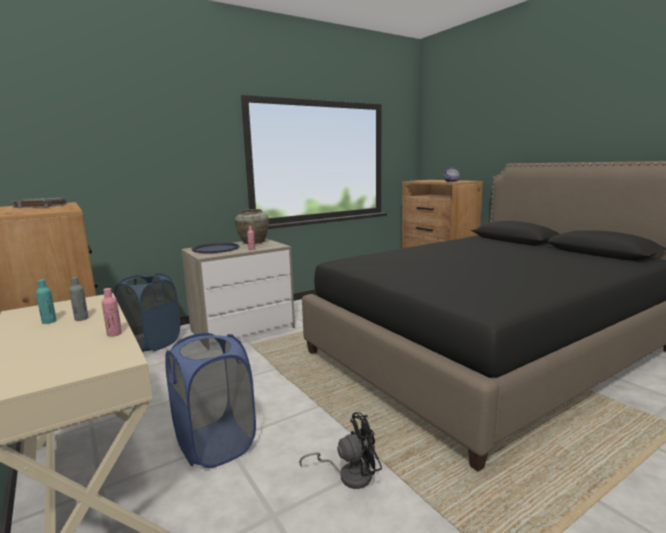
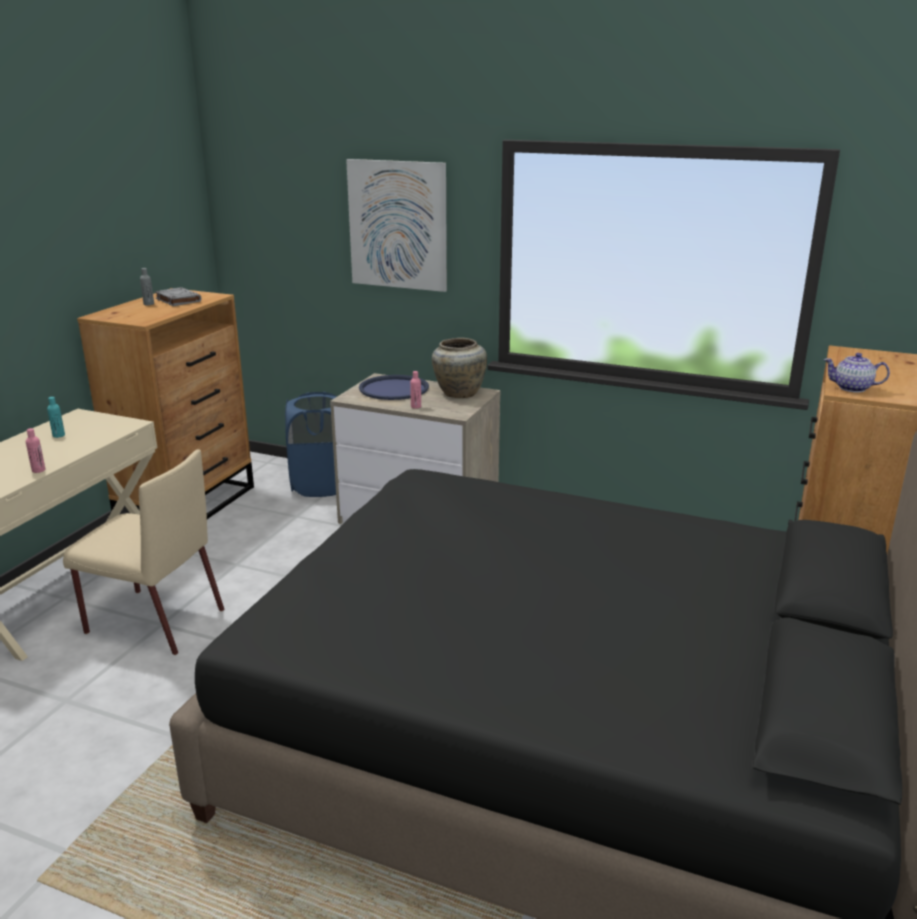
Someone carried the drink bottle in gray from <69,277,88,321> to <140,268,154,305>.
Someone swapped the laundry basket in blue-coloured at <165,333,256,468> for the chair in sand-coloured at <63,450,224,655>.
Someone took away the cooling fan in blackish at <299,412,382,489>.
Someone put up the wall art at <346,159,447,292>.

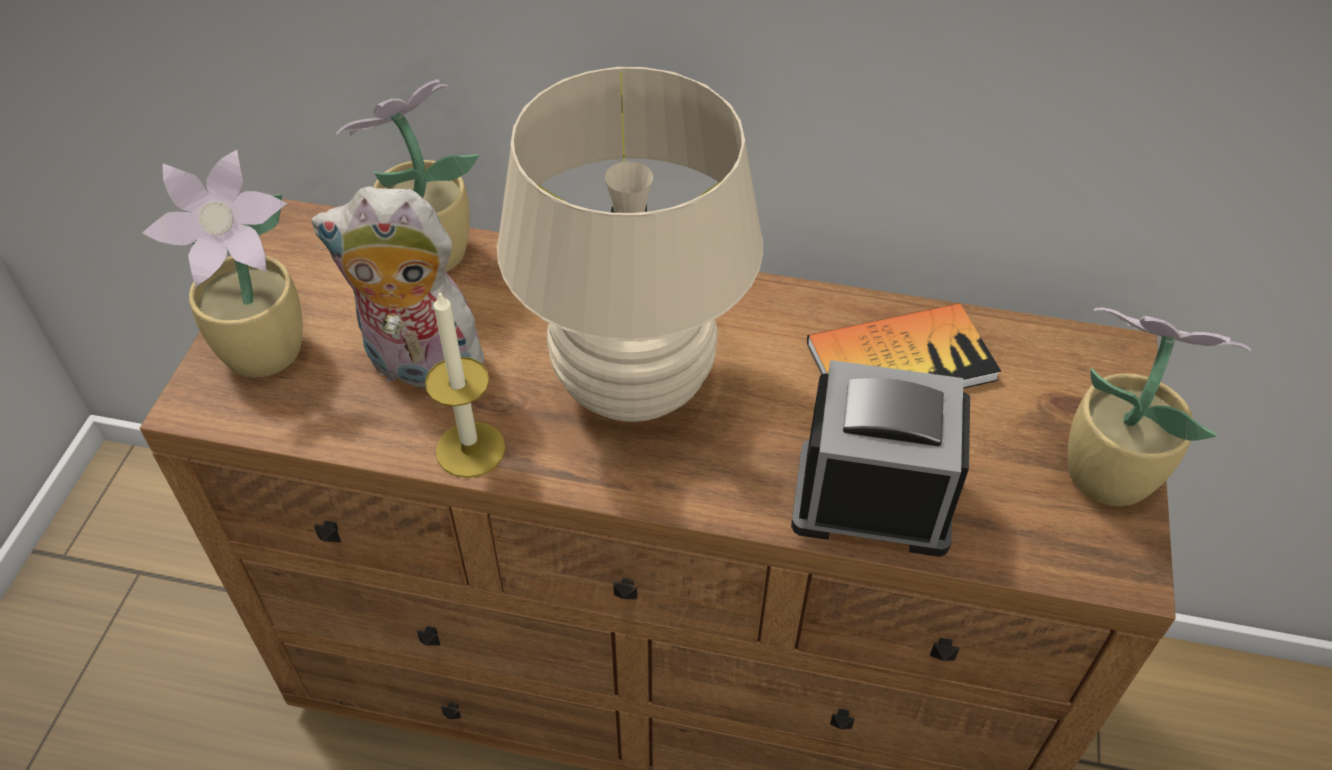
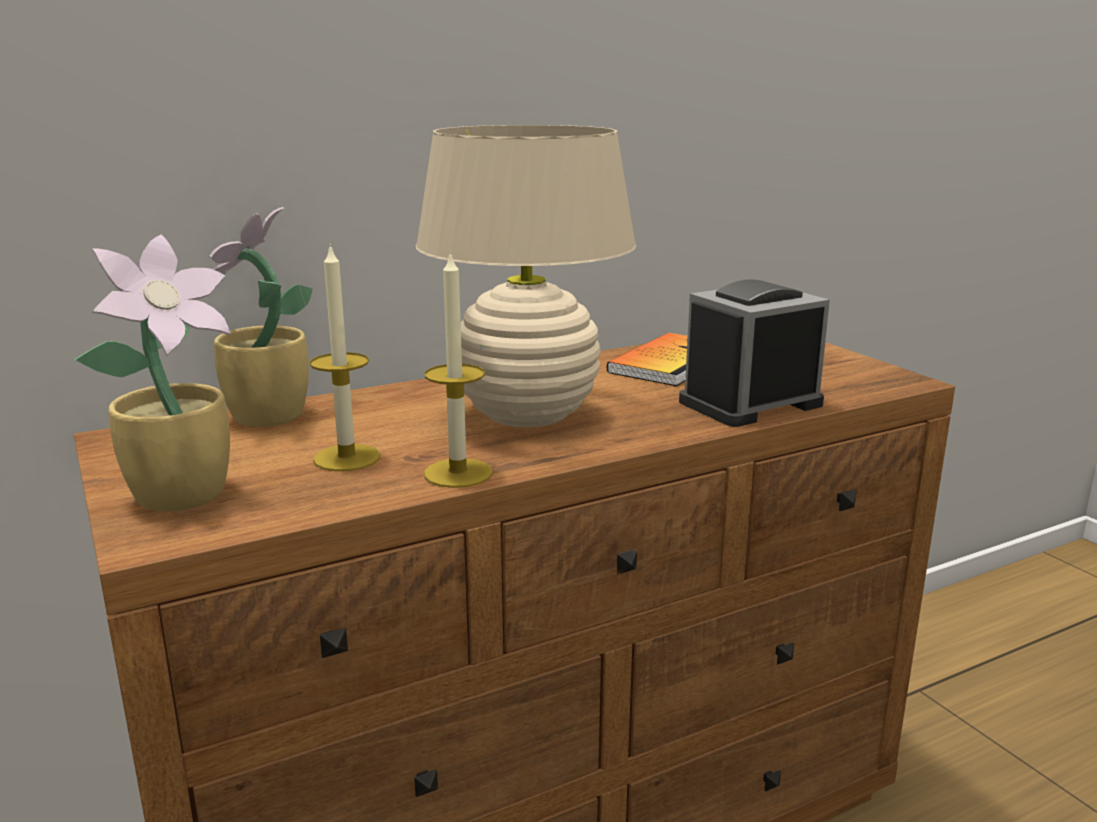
Someone swapped the cuddly toy at <311,186,495,398> for the candle at <309,243,381,471>.
Someone took away the potted plant at <1068,307,1251,506>.

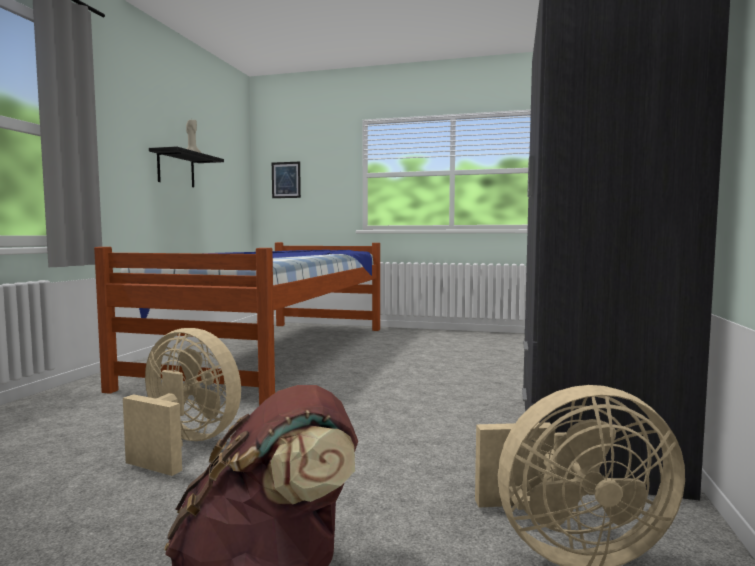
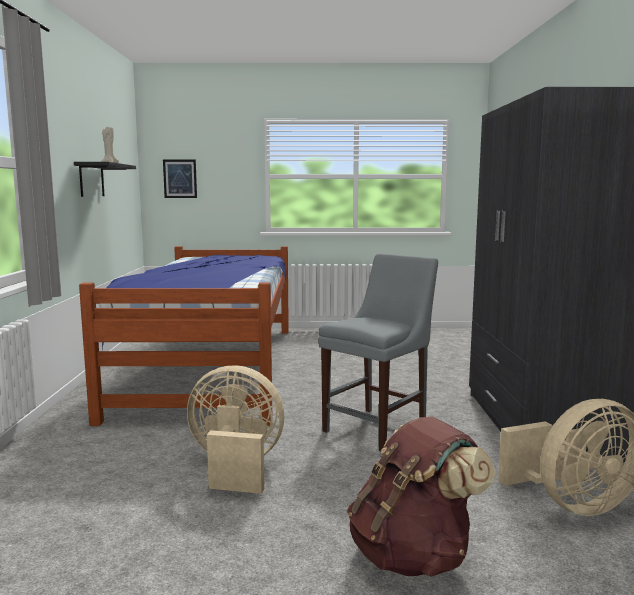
Someone put down the chair in gray at <318,253,438,451>.

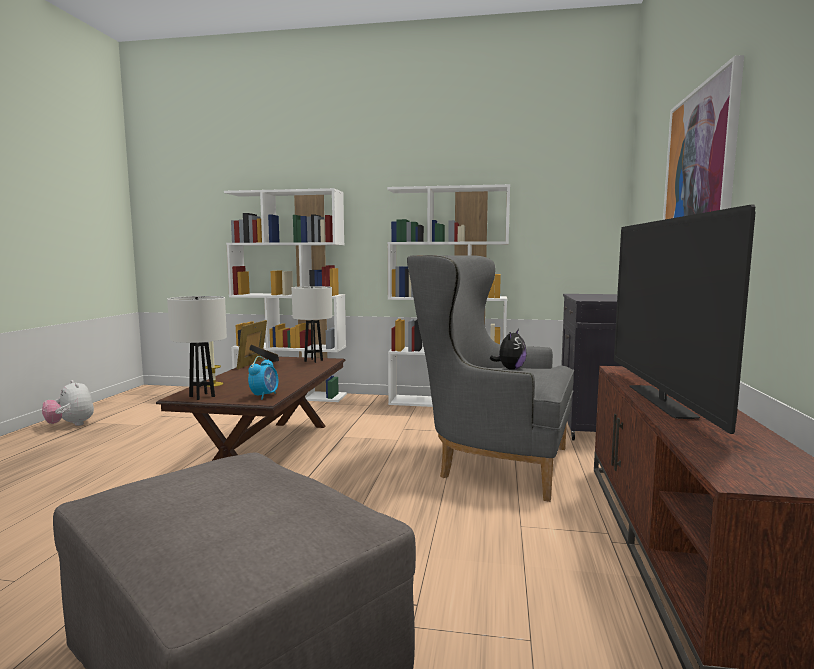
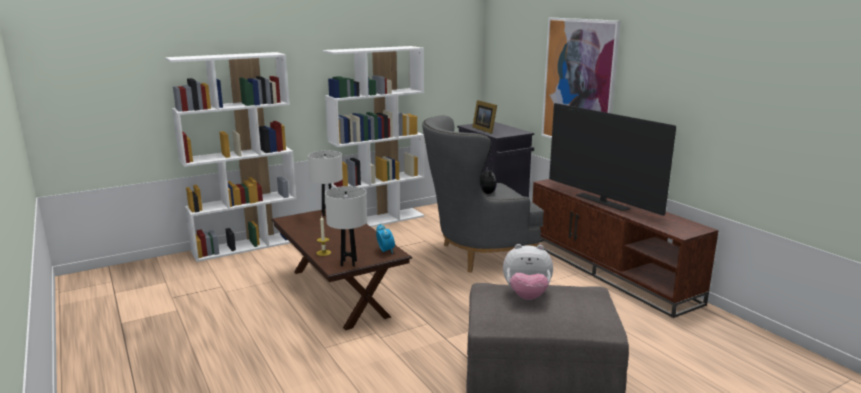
Someone carried the cuddly toy from <42,380,94,426> to <503,244,553,300>.
Someone carried the photo frame from <237,320,279,369> to <472,100,497,134>.

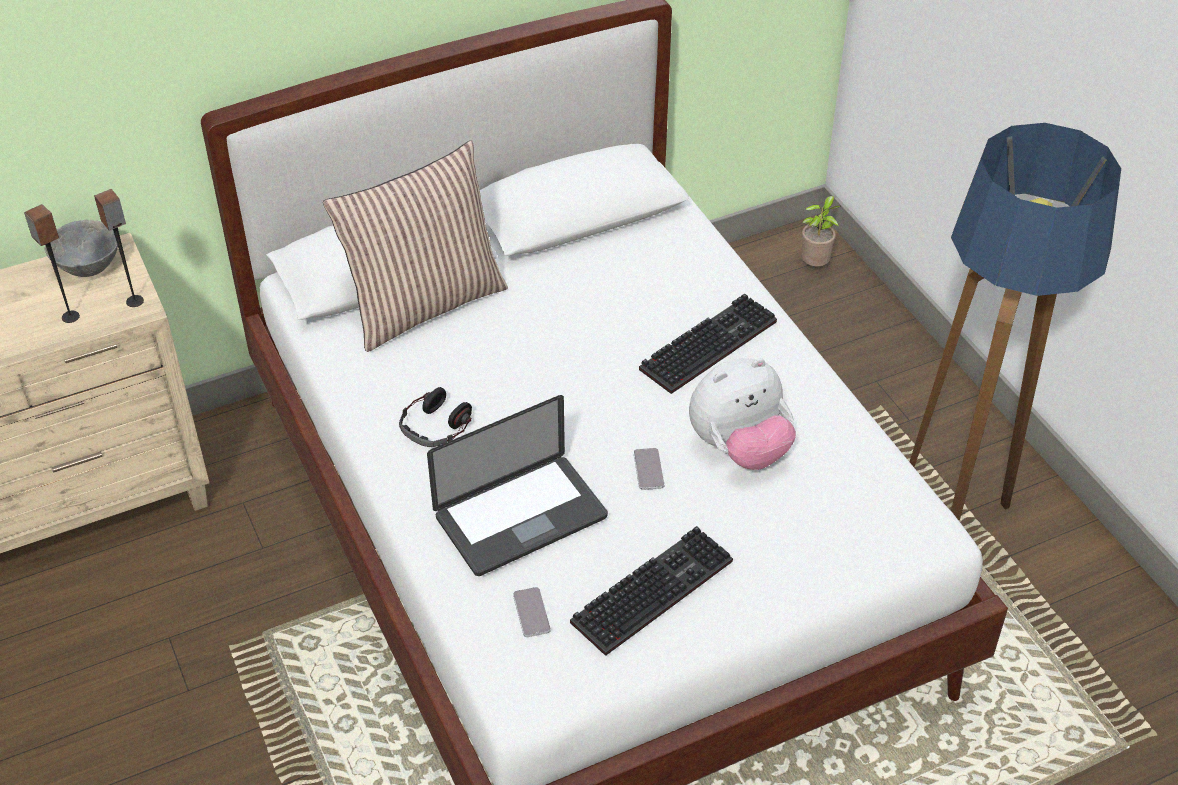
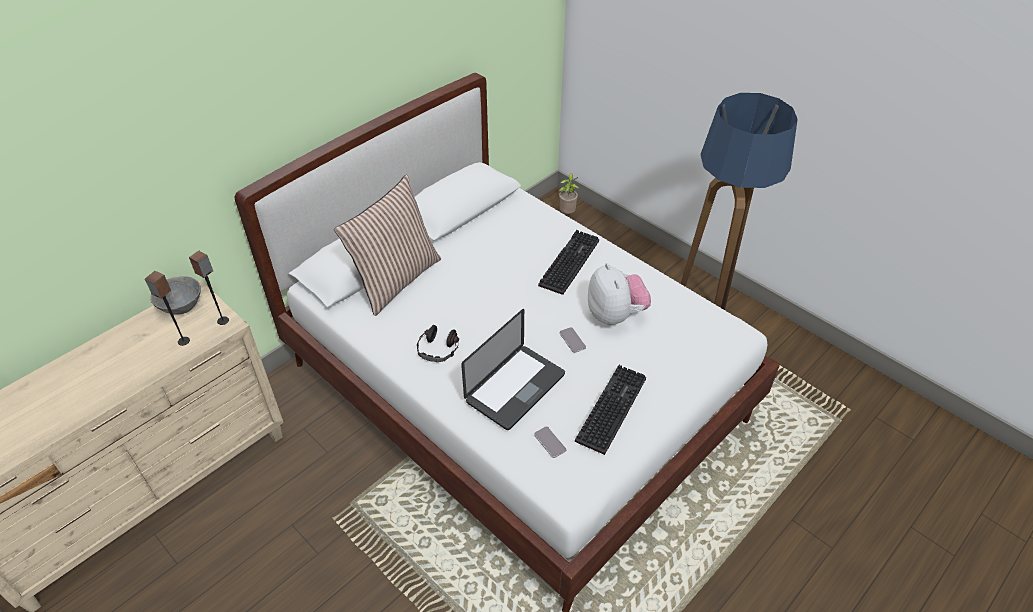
Someone rotated the cuddly toy at <689,358,796,470> by 60 degrees counterclockwise.

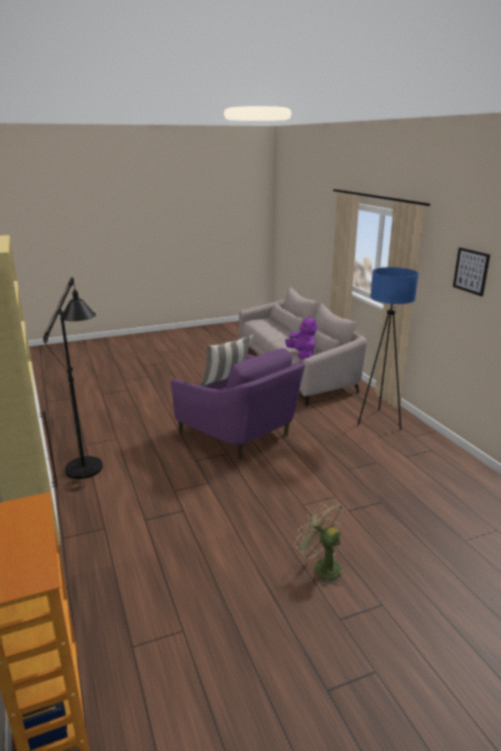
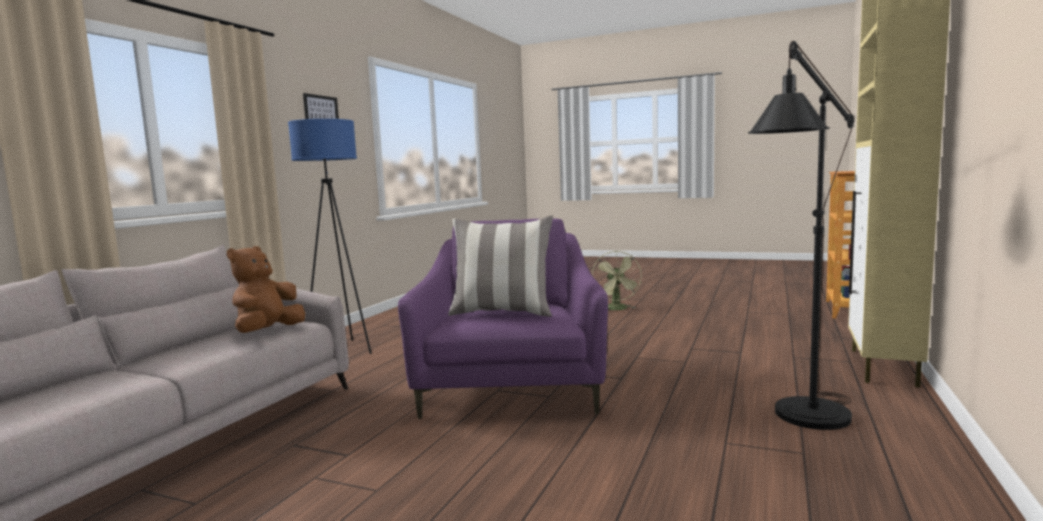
Someone repainted the cuddly toy in purplish at <285,316,317,360>, which became the cuddly toy in brown-coloured at <227,246,305,333>.

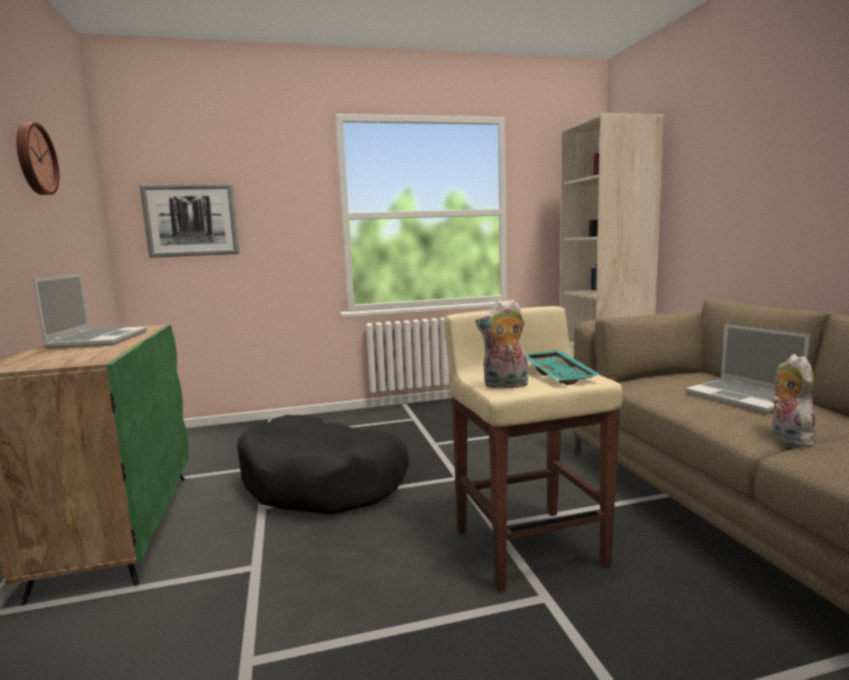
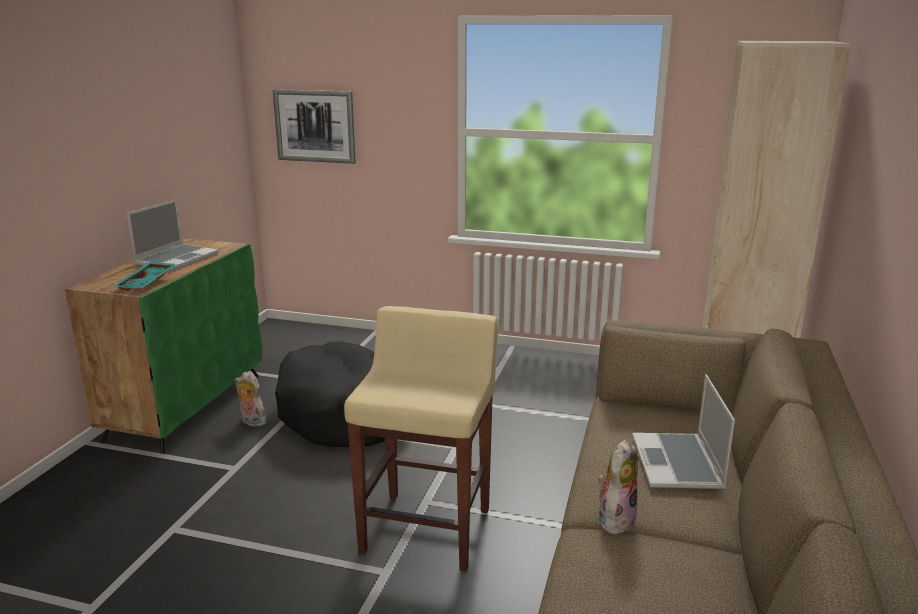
Someone took away the hanging clock at <16,122,59,195>.
Someone carried the cuddly toy from <475,299,528,389> to <235,372,267,427>.
Someone carried the serving tray in turquoise from <526,350,601,385> to <113,262,176,291>.

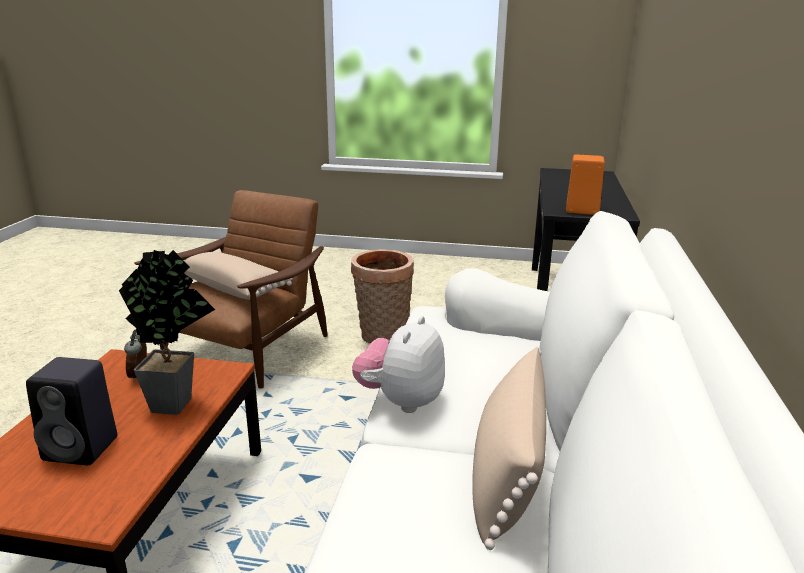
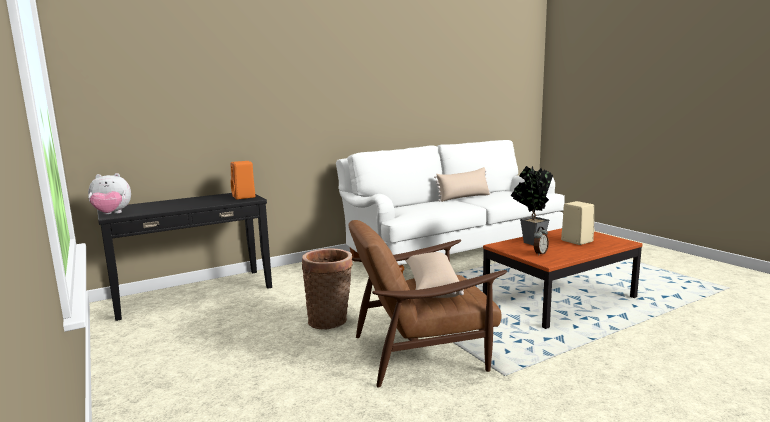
Someone repainted the speaker in blackish at <26,357,117,465>, which became the speaker in sand-coloured at <561,201,594,245>.
Someone carried the cuddly toy from <352,316,445,413> to <88,173,131,214>.

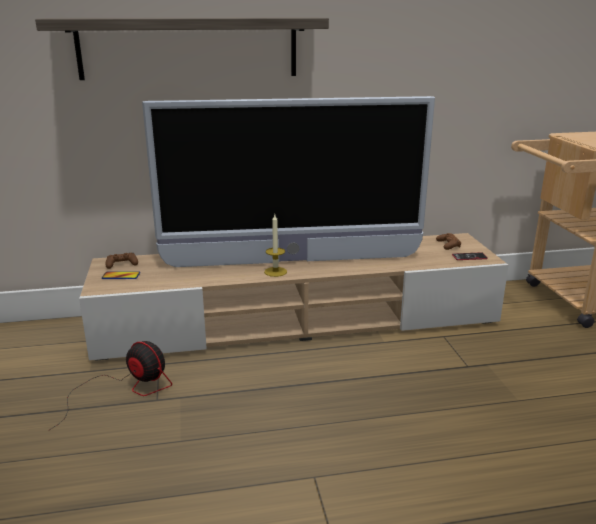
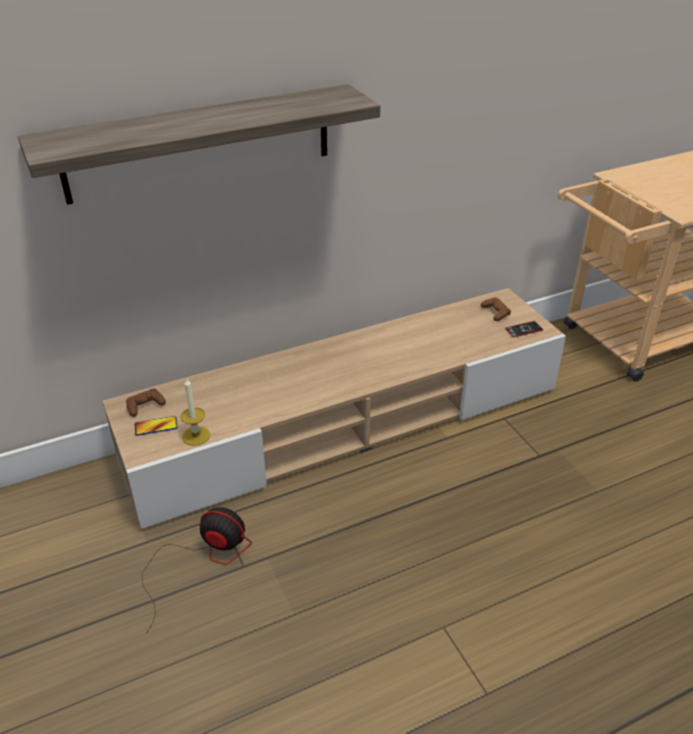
Someone took away the TV at <142,96,435,267>.
Someone carried the candle from <264,215,287,277> to <181,379,210,446>.

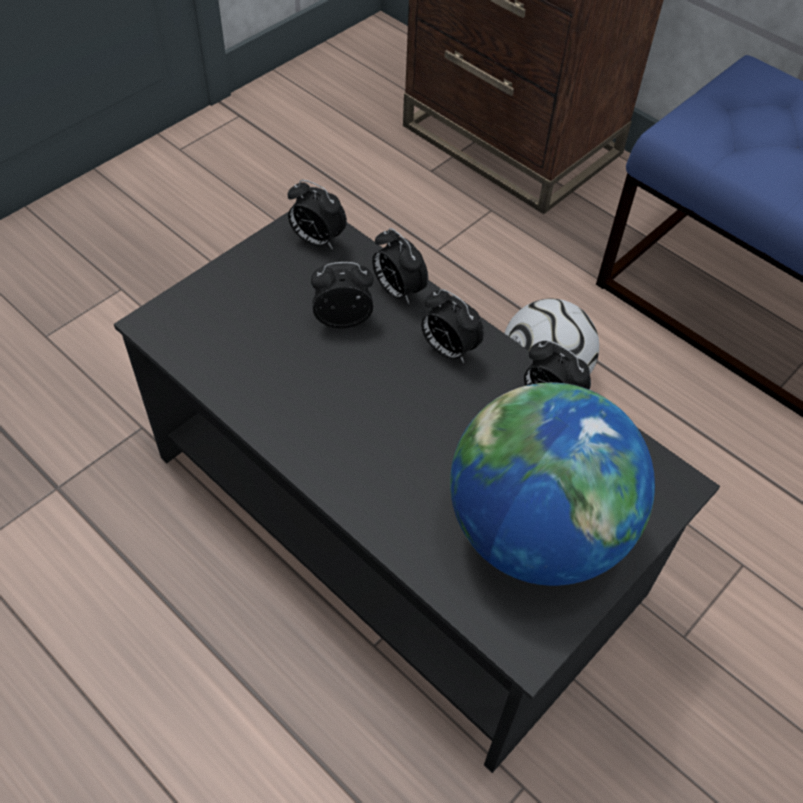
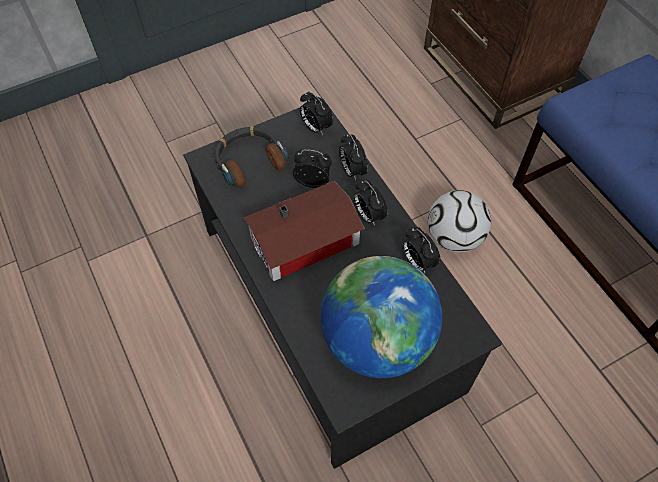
Someone put down the headphones at <214,126,288,188>.
Someone put down the miniature house at <244,181,365,282>.

